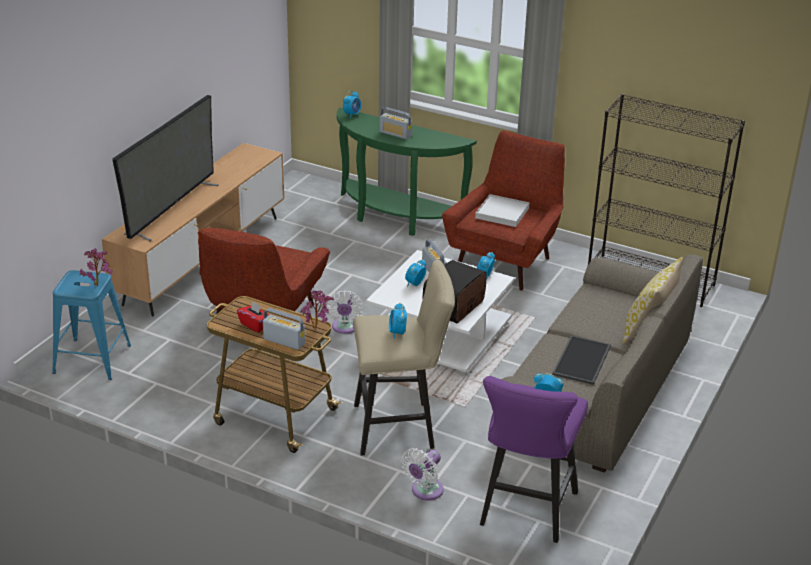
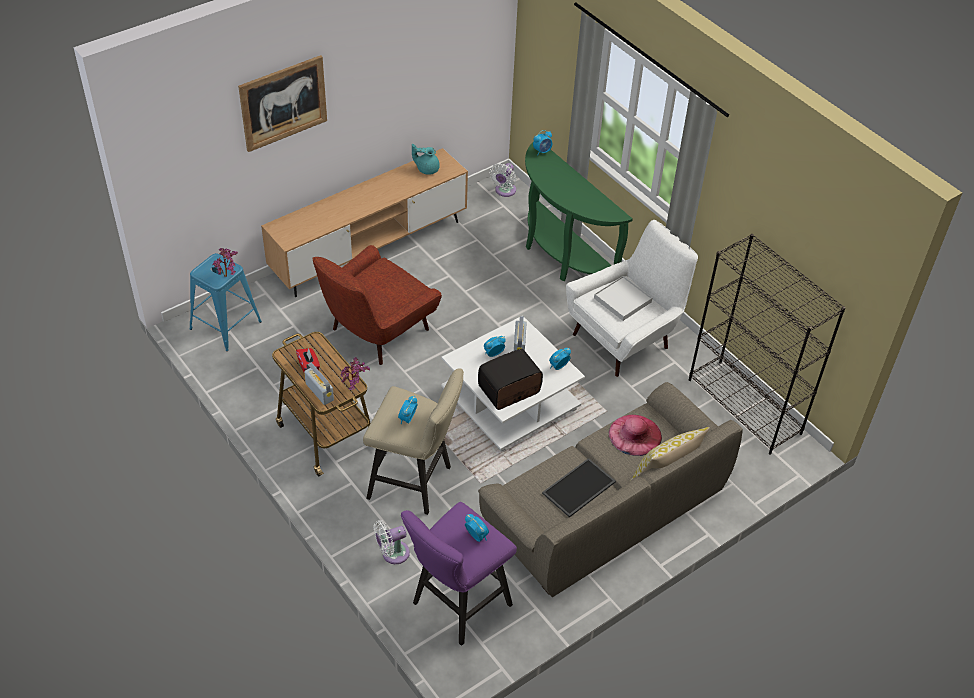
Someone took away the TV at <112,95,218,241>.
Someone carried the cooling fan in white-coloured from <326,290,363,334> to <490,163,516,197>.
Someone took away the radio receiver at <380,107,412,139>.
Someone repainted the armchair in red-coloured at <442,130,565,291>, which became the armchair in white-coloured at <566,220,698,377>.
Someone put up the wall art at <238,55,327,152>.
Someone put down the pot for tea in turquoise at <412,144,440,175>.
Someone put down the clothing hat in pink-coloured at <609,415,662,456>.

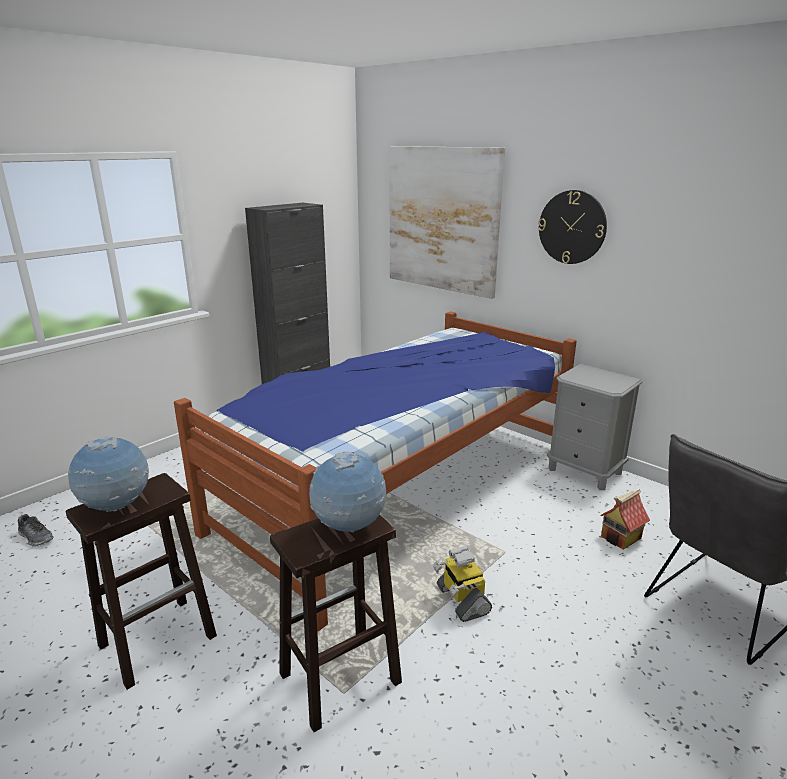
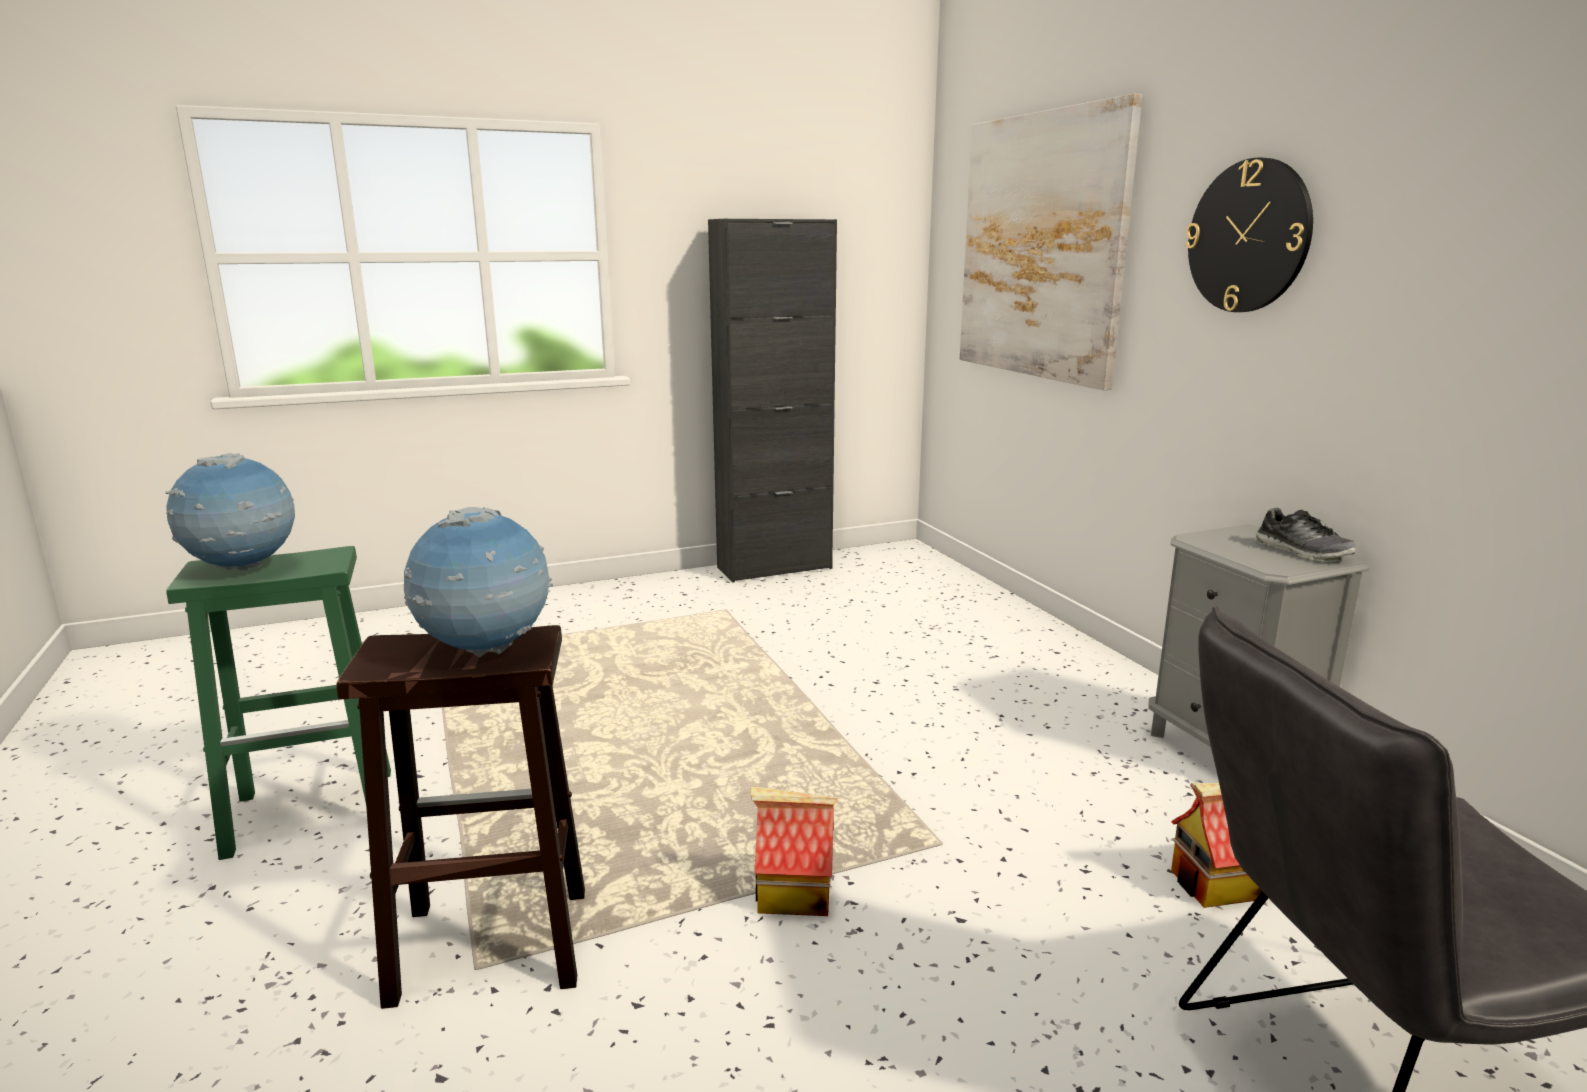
Someone carried the shoe from <18,514,54,547> to <1254,508,1357,562>.
Someone repainted the sitting stool in brown-coloured at <66,473,217,690>, which became the sitting stool in green-coloured at <166,546,391,860>.
Someone took away the bed at <174,311,577,632>.
Someone swapped the robot figure at <433,546,492,622> for the miniature house at <750,786,837,916>.

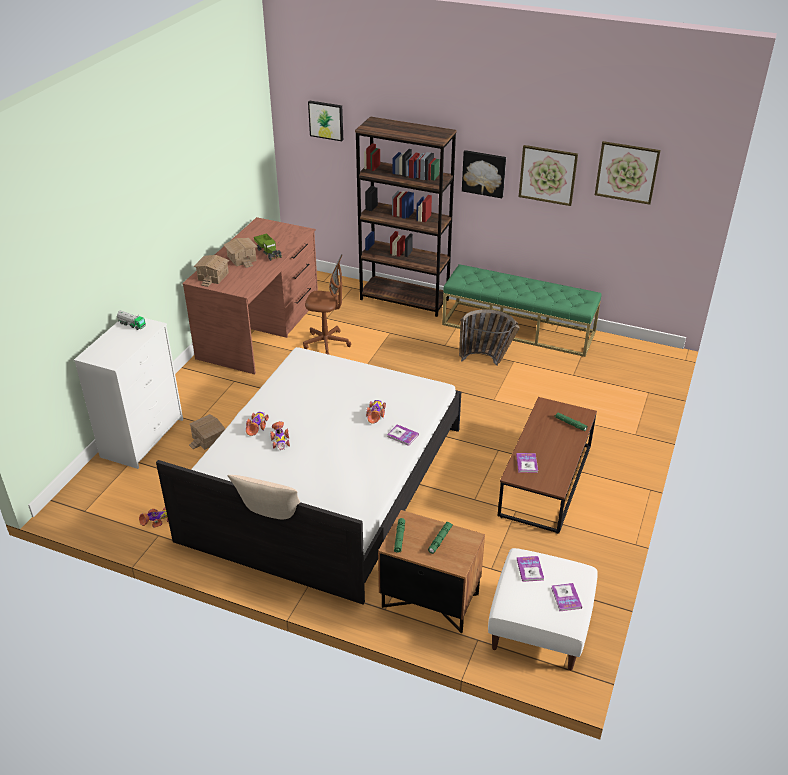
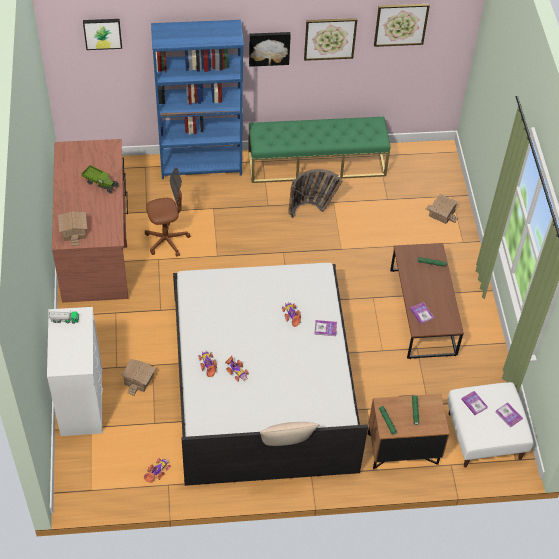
Someone carried the miniature house from <224,238,257,268> to <426,194,458,224>.
Someone repainted the shelving unit in brown-coloured at <355,116,457,317>, which became the shelving unit in blue-coloured at <151,20,244,179>.

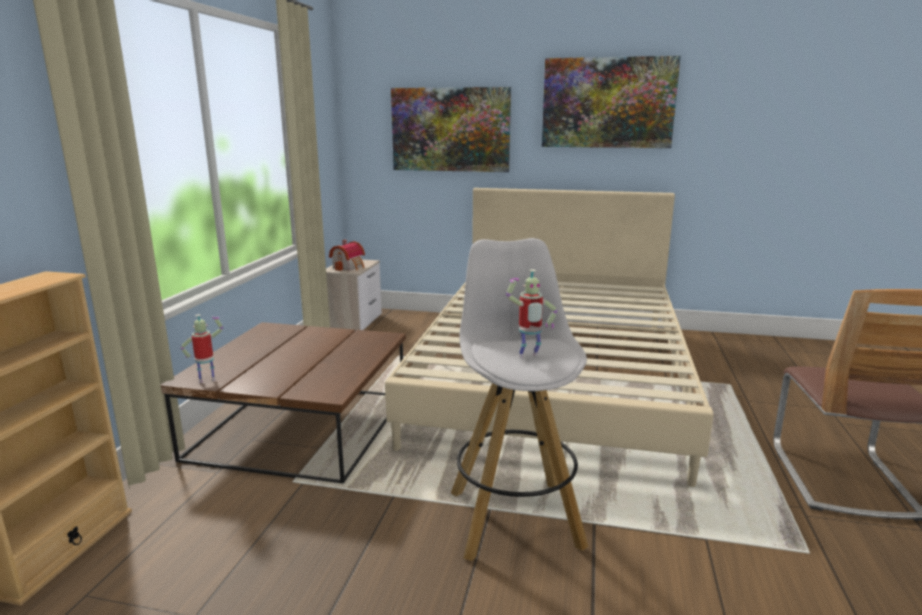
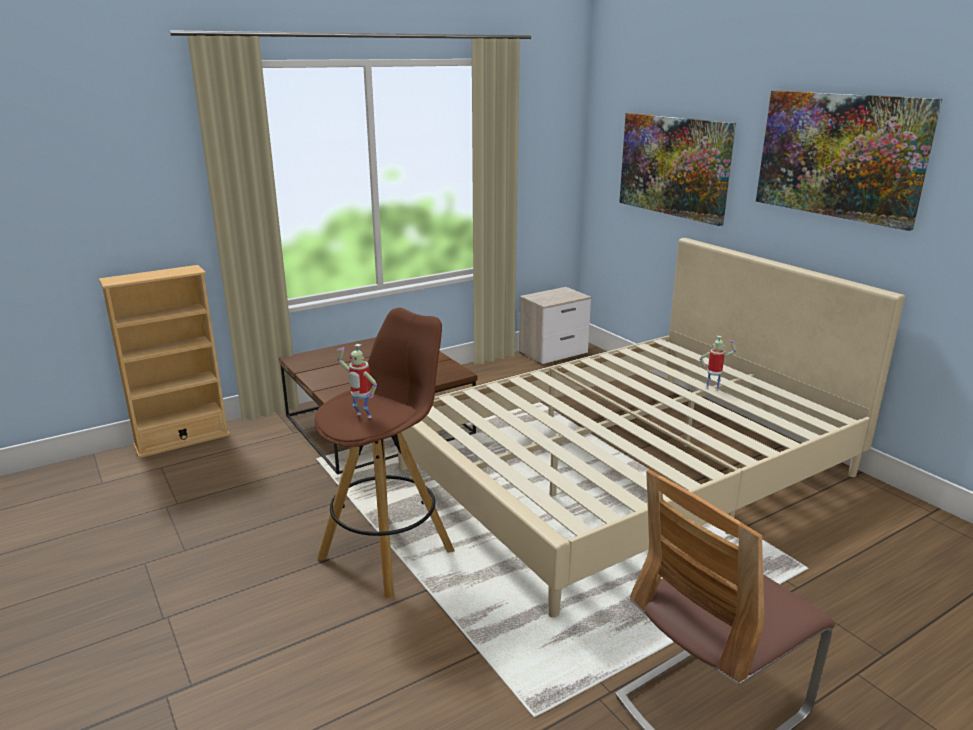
Someone carried the robot figure from <180,314,223,383> to <700,336,736,391>.
Someone took away the miniature house at <329,240,365,271>.
Someone repainted the sitting stool in white-coloured at <451,238,589,561>, which became the sitting stool in brown-coloured at <315,308,455,599>.

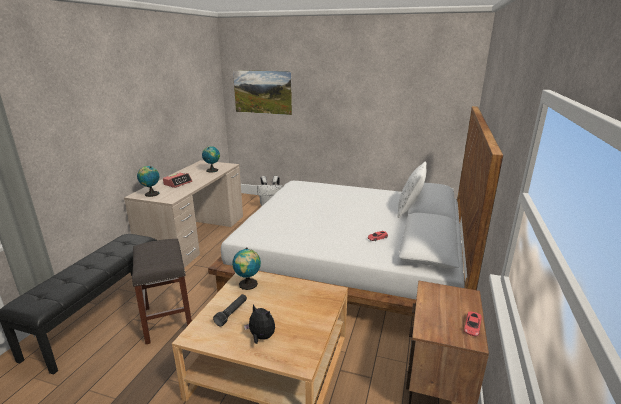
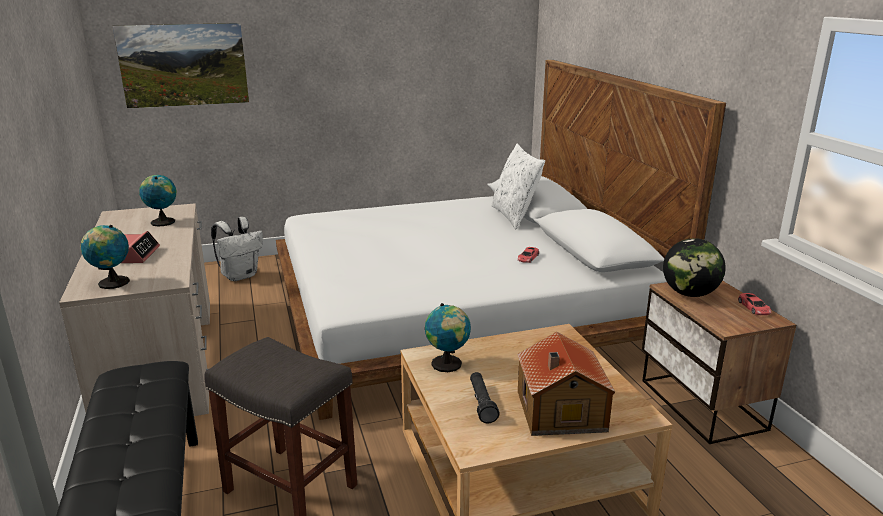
Someone swapped the cuddly toy at <244,304,275,344> for the miniature house at <517,332,615,436>.
Someone put down the desk globe at <663,238,726,297>.

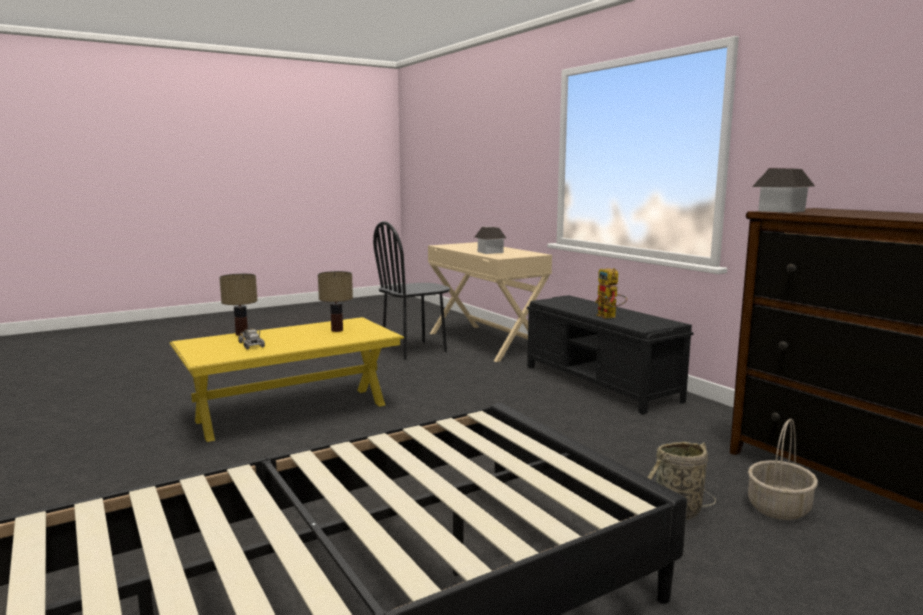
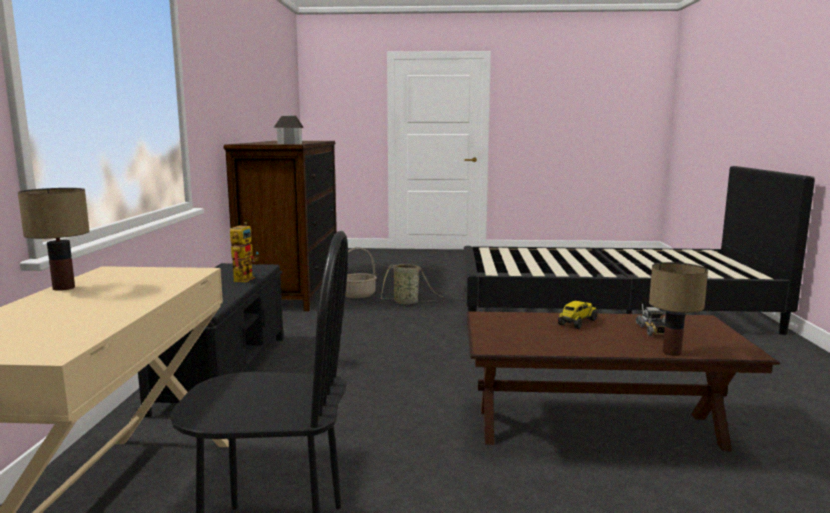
Someone repainted the coffee table in yellowish at <170,317,404,442>, which became the coffee table in brown-coloured at <466,311,780,451>.
Someone carried the table lamp from <318,271,353,332> to <18,188,90,291>.
Someone took away the miniature house at <475,227,507,254>.
Someone put down the model truck at <558,301,597,329>.

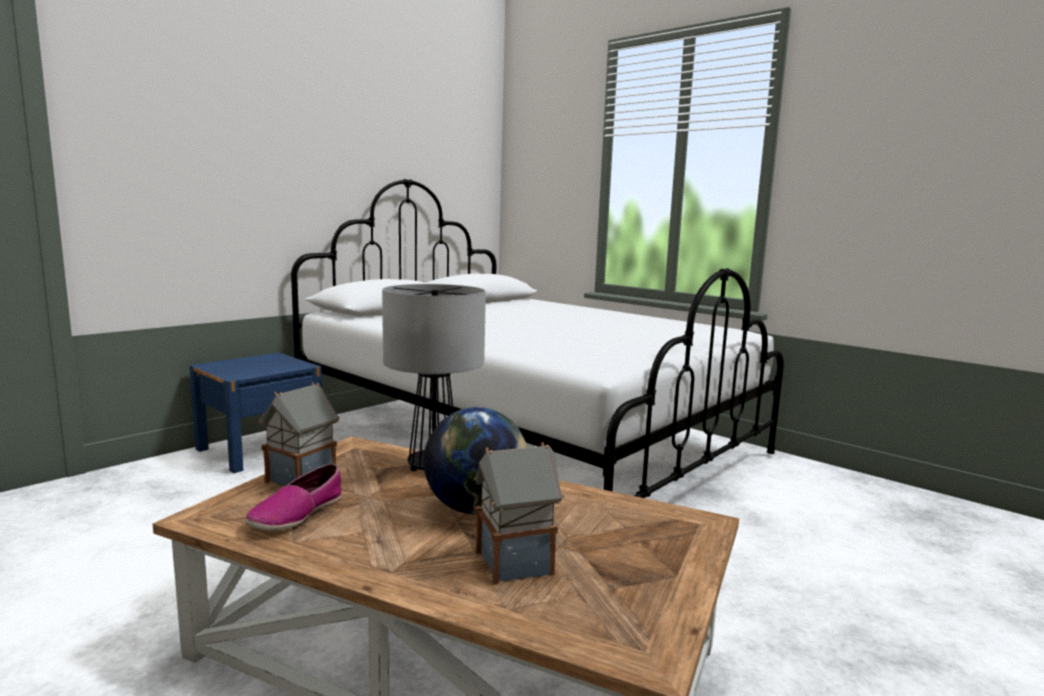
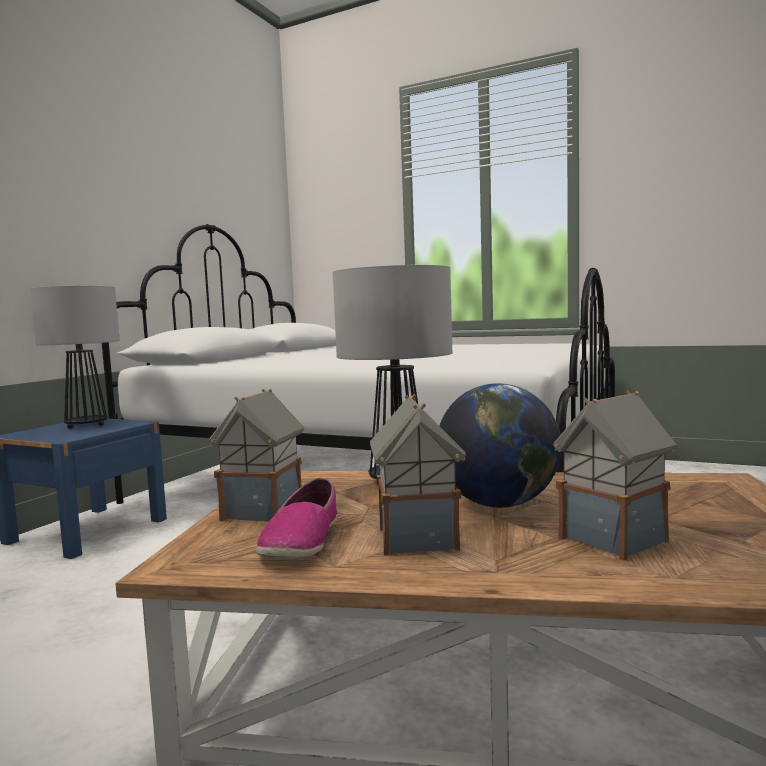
Someone put down the table lamp at <30,286,120,429>.
Someone put down the miniature house at <370,394,466,556>.

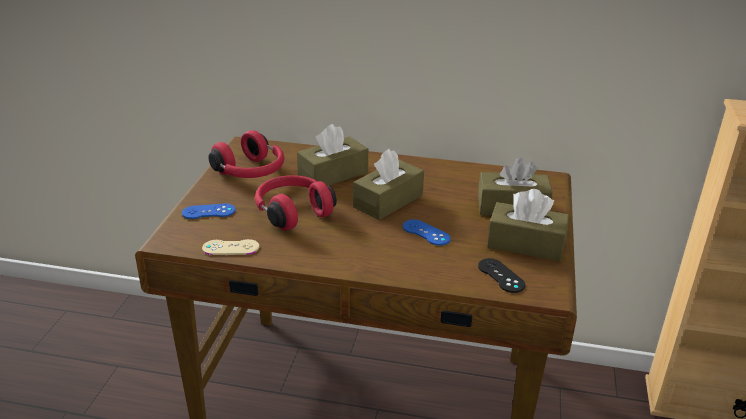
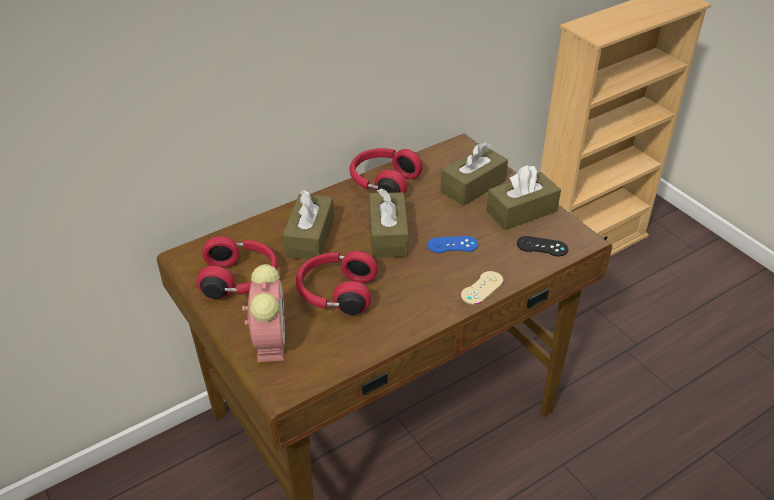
Someone swapped the joypad in blue-coloured at <182,204,235,219> for the alarm clock at <242,264,285,362>.
Someone carried the joypad in sand-coloured from <202,239,259,255> to <461,271,503,305>.
Someone put down the headphones in red-coloured at <350,148,423,194>.

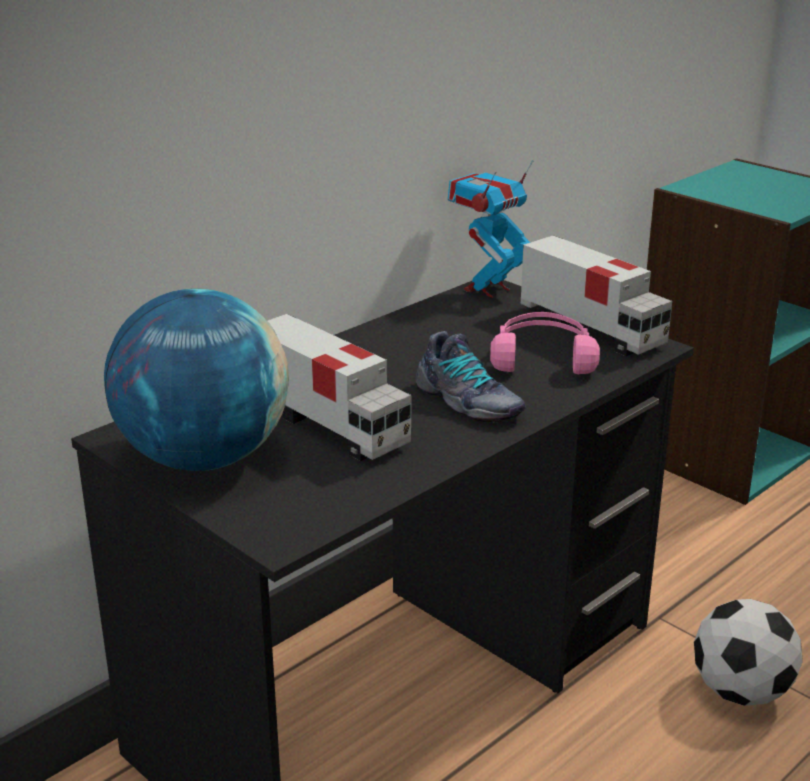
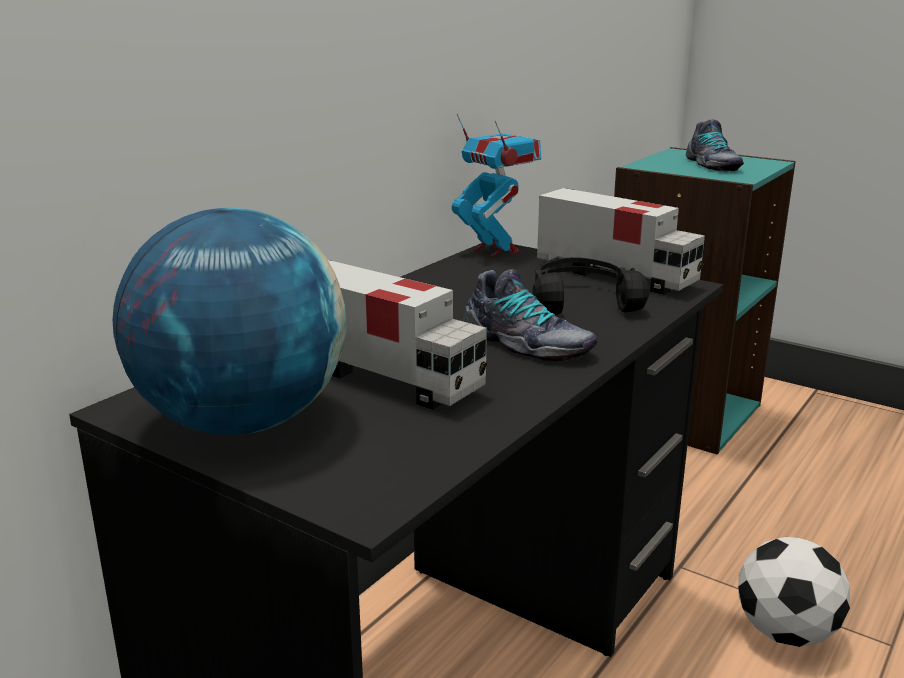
Someone rotated the robot figure at <448,160,534,298> by 105 degrees clockwise.
Someone repainted the headphones in pink-coloured at <490,312,600,374>, which became the headphones in blackish at <532,257,649,315>.
Someone put down the shoe at <686,119,744,171>.

